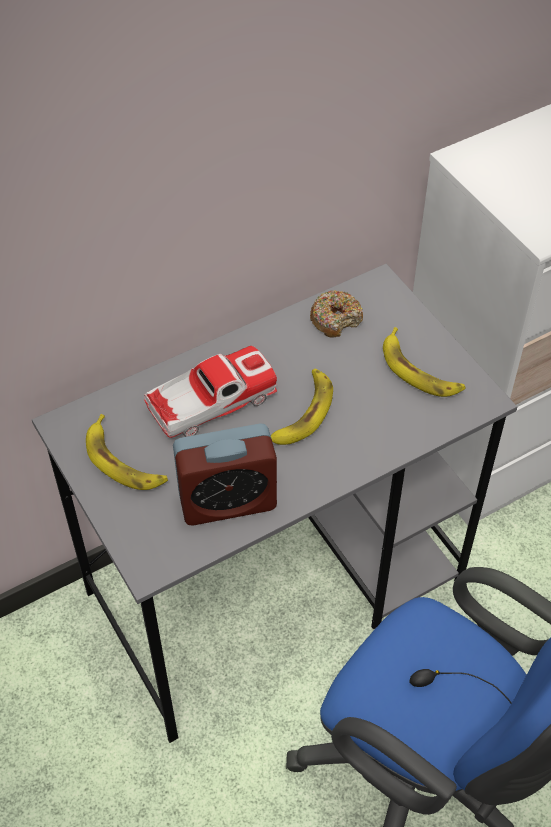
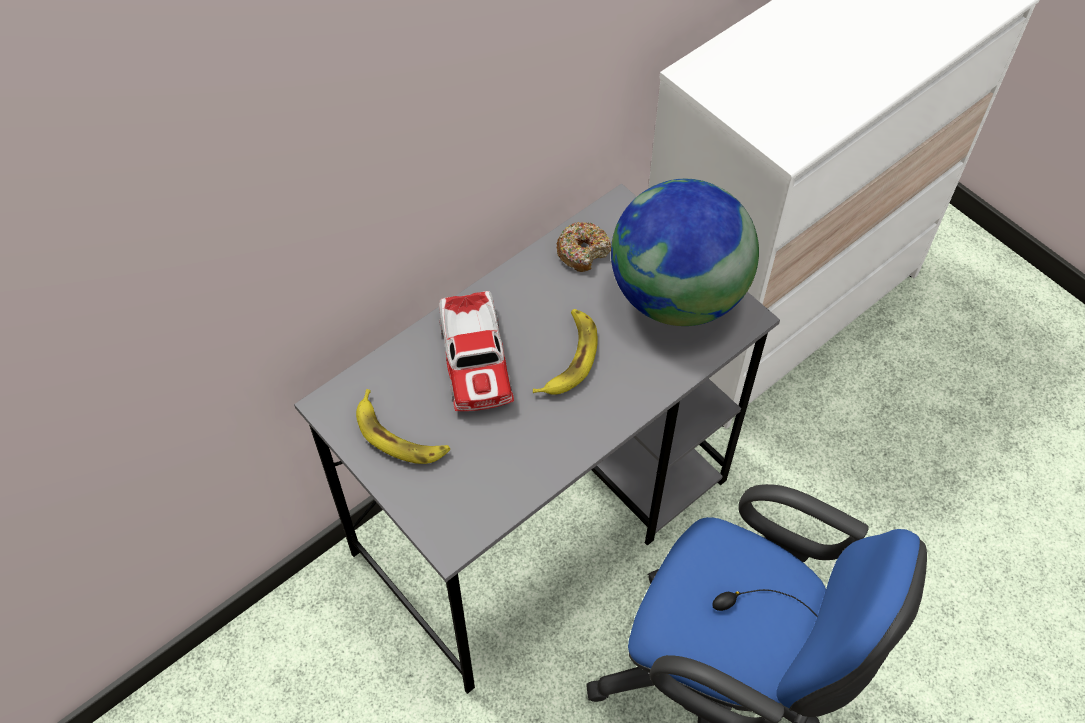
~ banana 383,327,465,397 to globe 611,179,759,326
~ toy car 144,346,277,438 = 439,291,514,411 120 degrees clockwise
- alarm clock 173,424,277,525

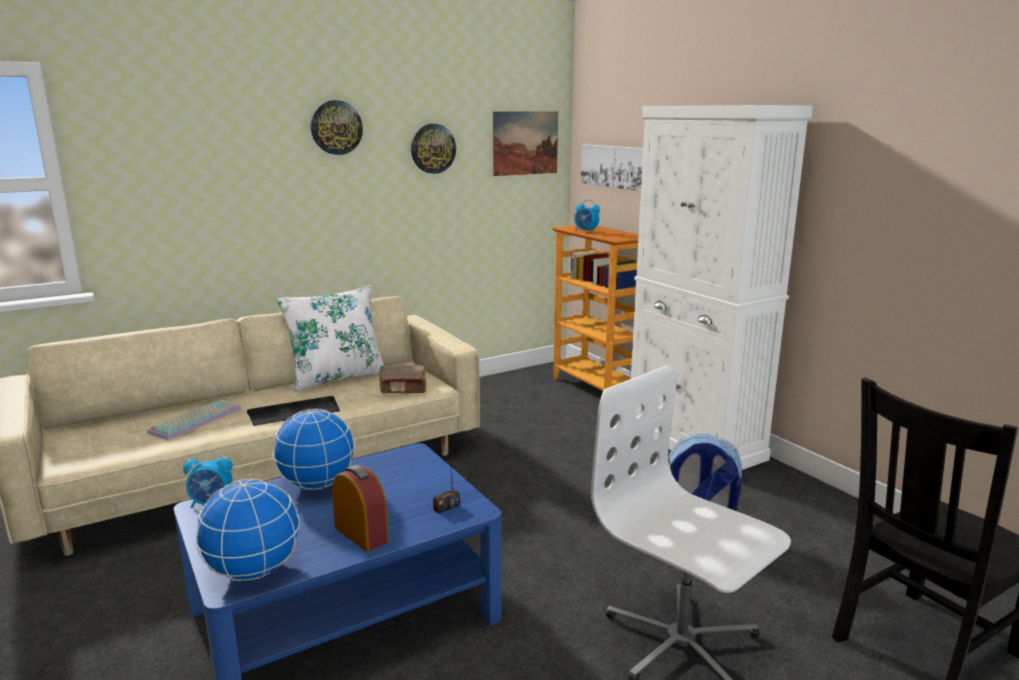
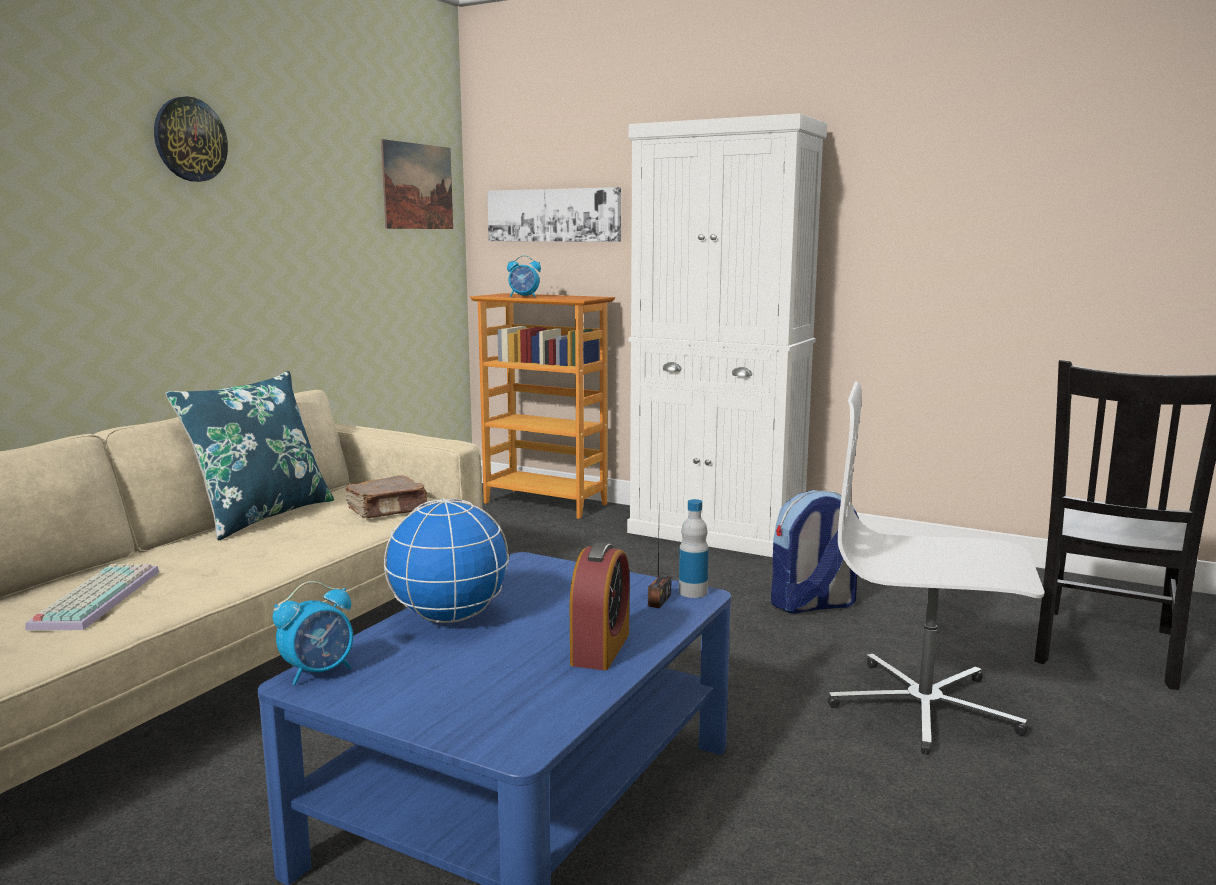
- wall clock 411,124,456,174
~ white pillow 276,285,385,392 to blue pillow 166,371,334,541
- keyboard 247,396,340,426
~ alarm clock 332,465,388,552 = 570,543,629,670 90 degrees clockwise
- globe 195,479,300,581
+ bottle 679,499,709,598

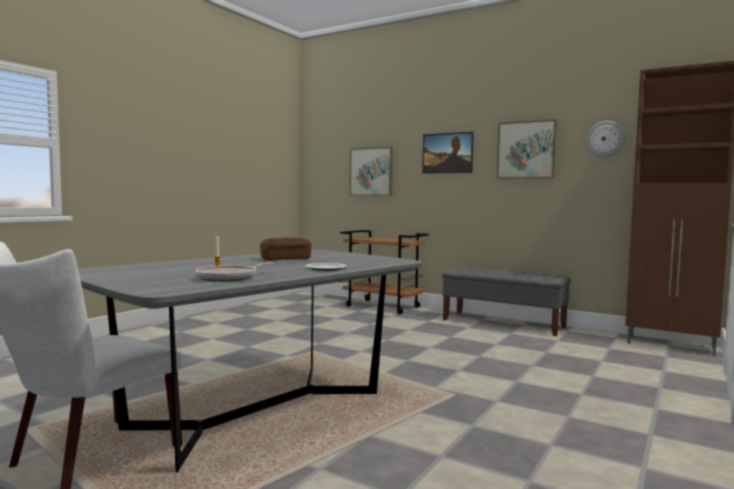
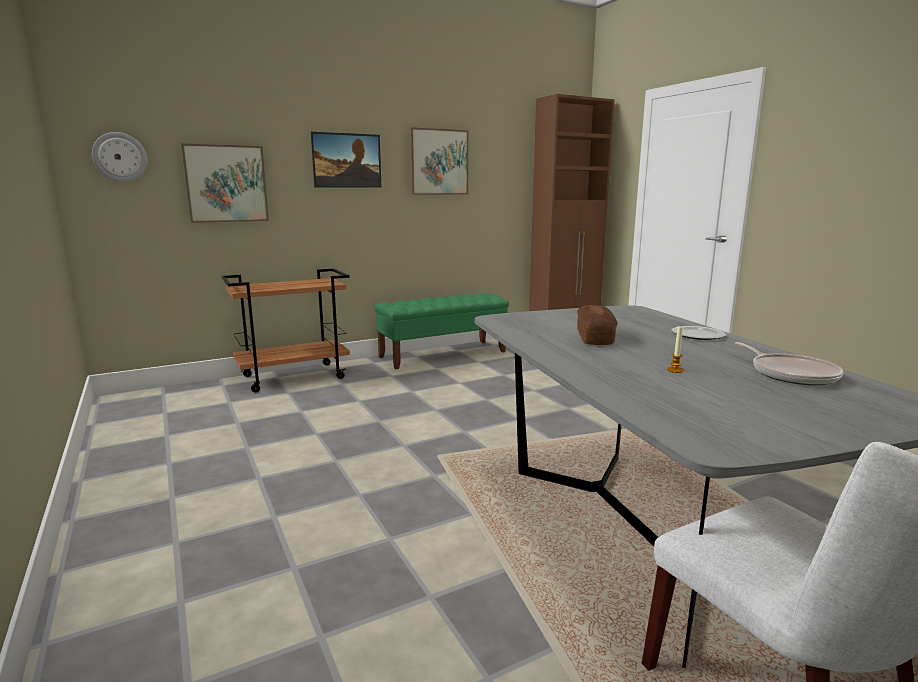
~ wall clock 586,121,625,157 to 92,132,147,182
~ grey bench 442,266,571,336 to green bench 374,293,509,369

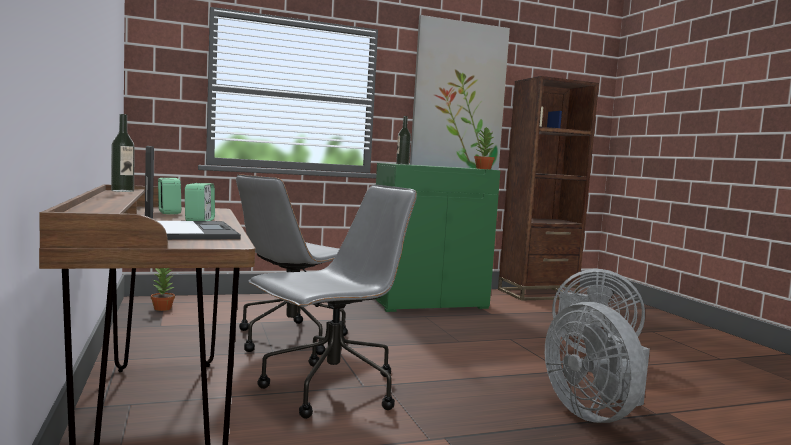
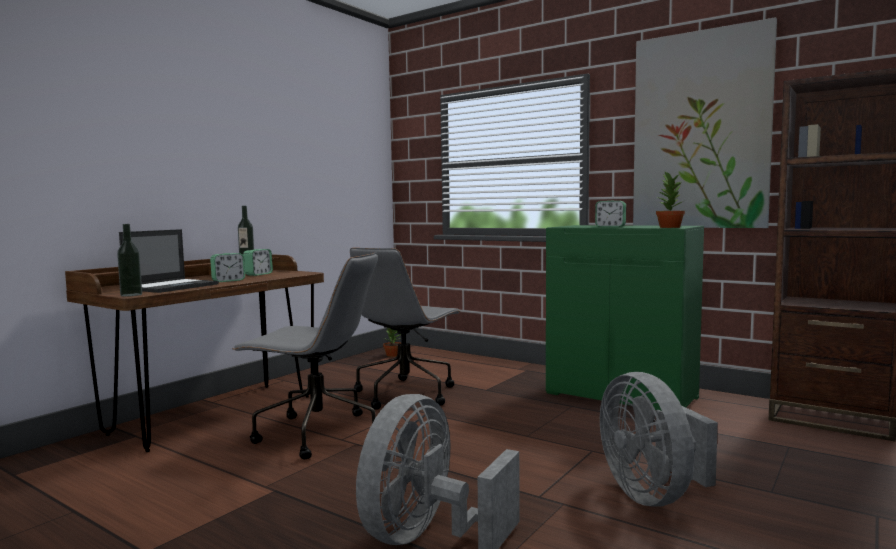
~ bottle 396,116,411,165 to 117,224,142,297
~ grey office chair 236,174,348,355 = 350,248,461,410 60 degrees counterclockwise
+ alarm clock 595,201,626,227

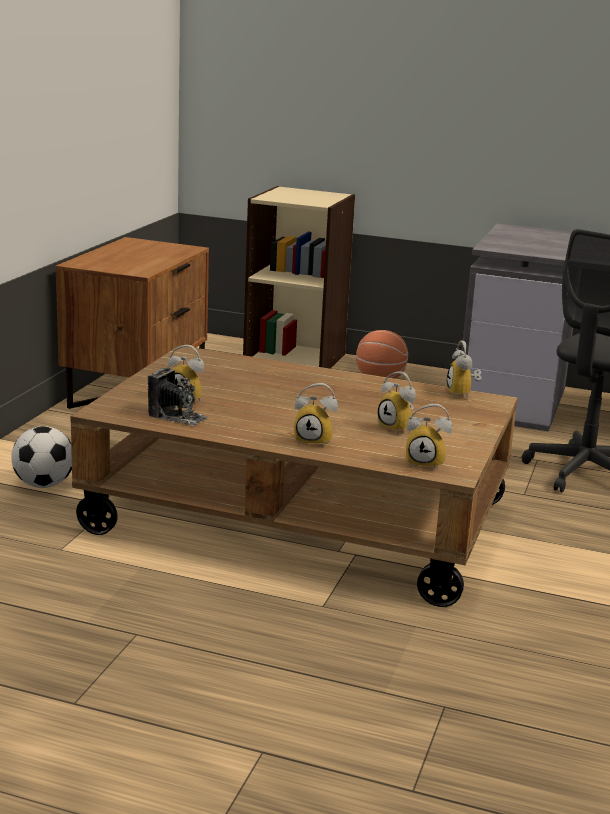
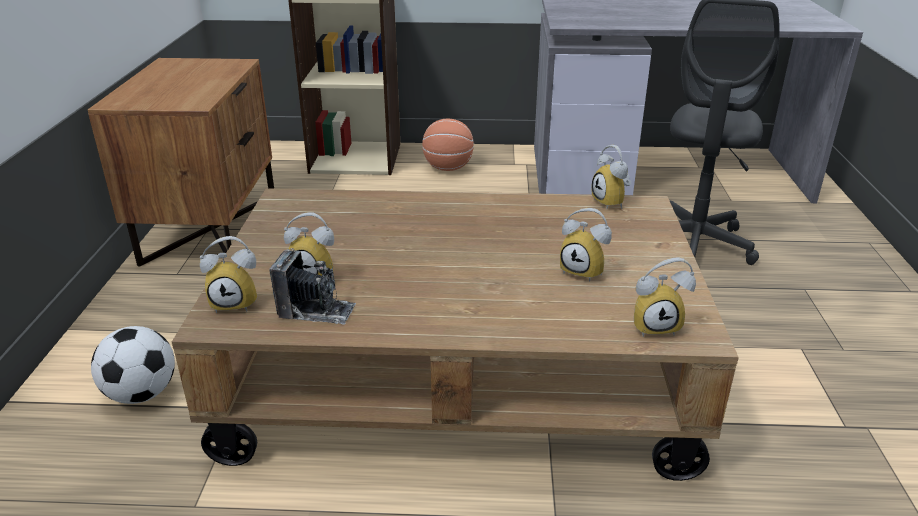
~ alarm clock 294,383,338,448 to 200,236,257,313

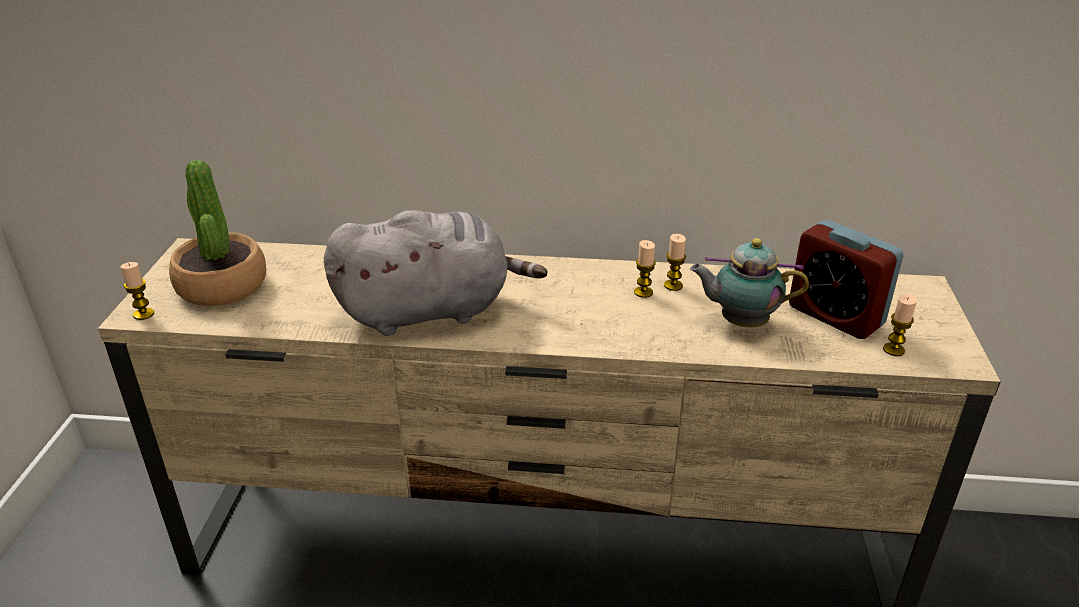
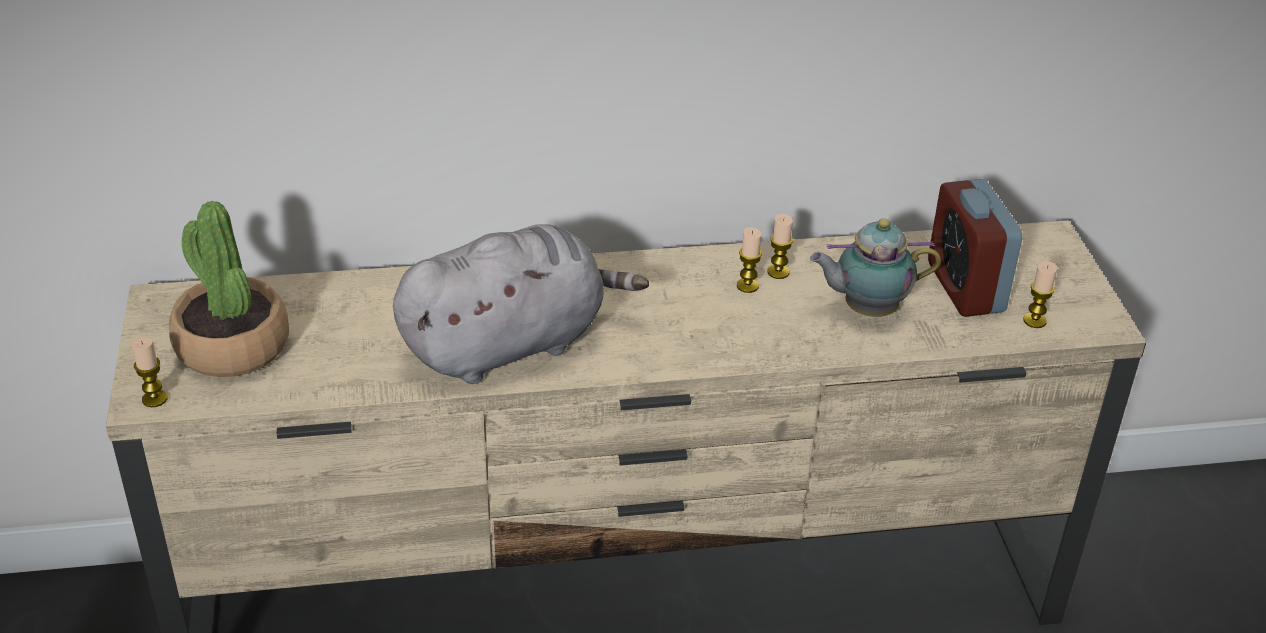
~ alarm clock 789,220,904,339 = 928,179,1022,317 45 degrees clockwise

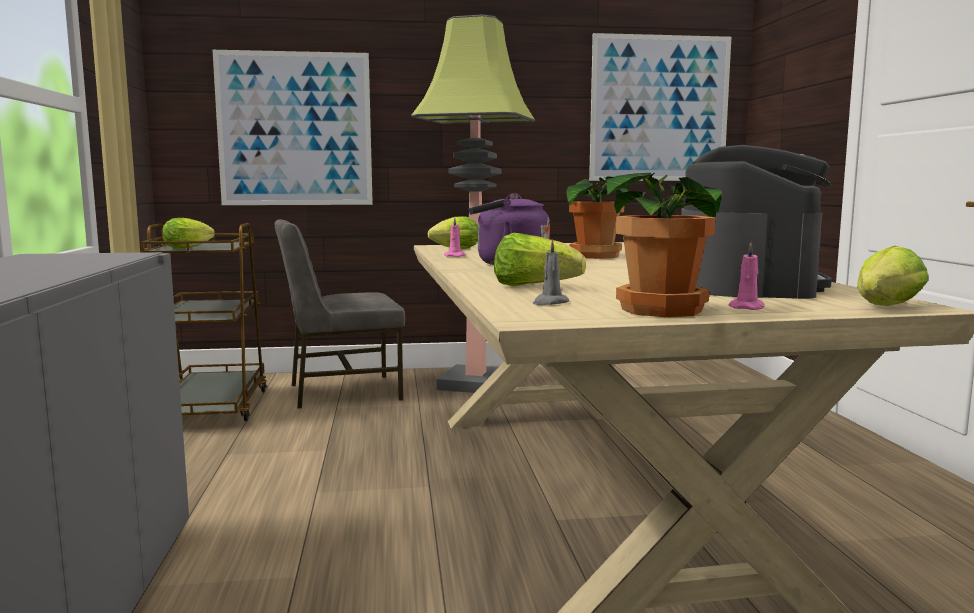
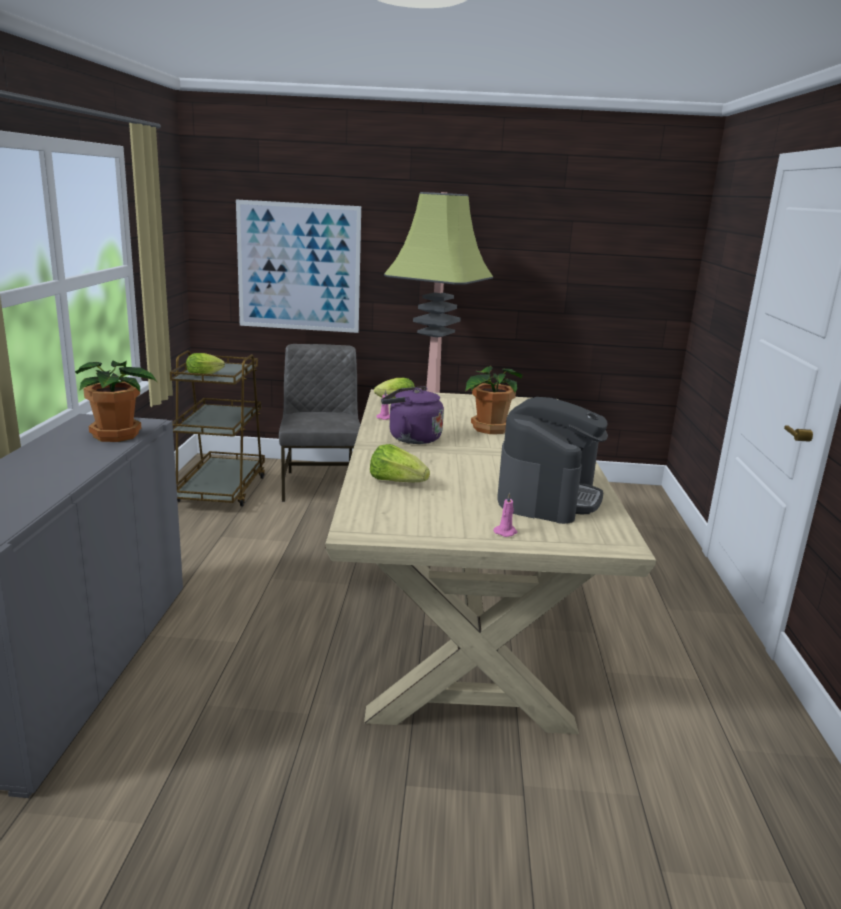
- picture 589,33,731,181
~ potted plant 606,173,722,317 to 75,360,158,442
~ grey chair 275,220,406,409 = 279,344,360,502 90 degrees clockwise
- grey candle 533,239,569,305
- lettuce 857,246,929,306

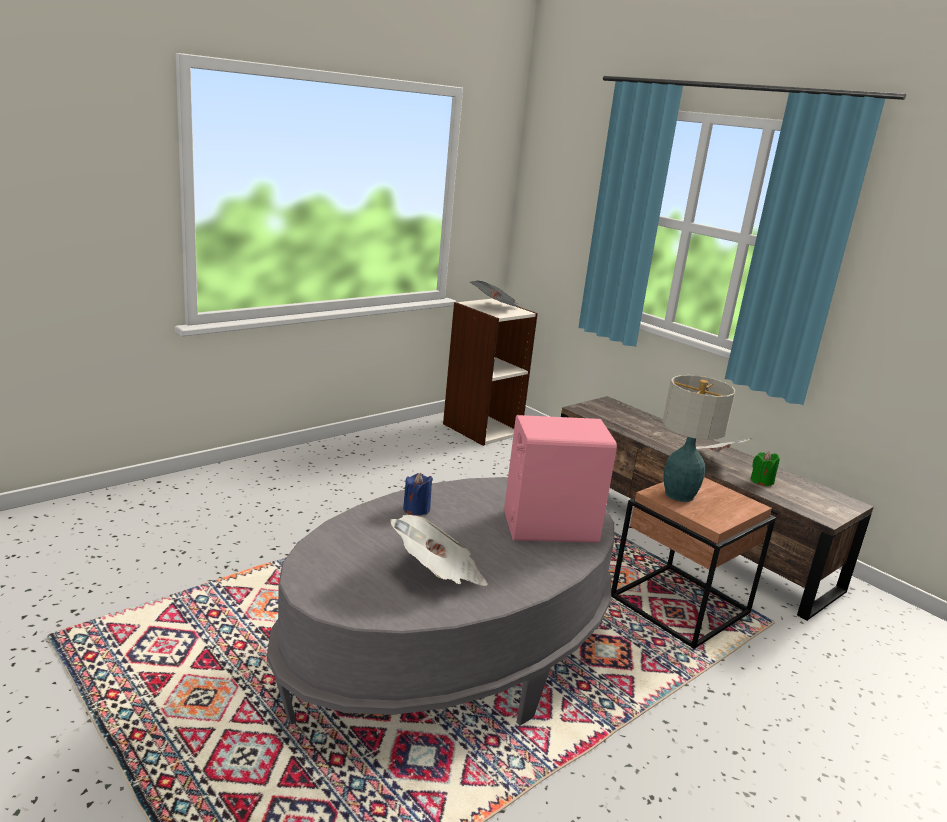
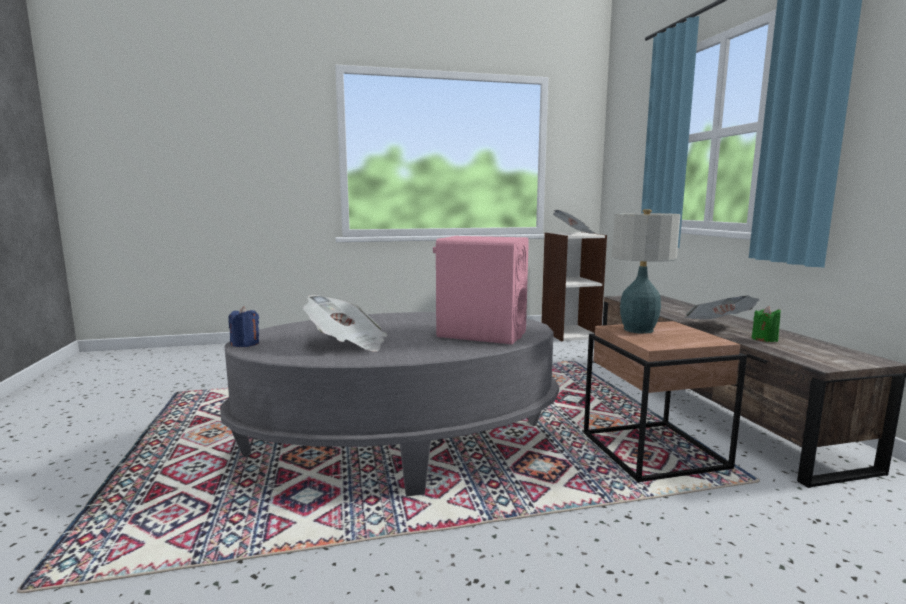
~ blue candle 403,473,433,515 to 228,306,259,347

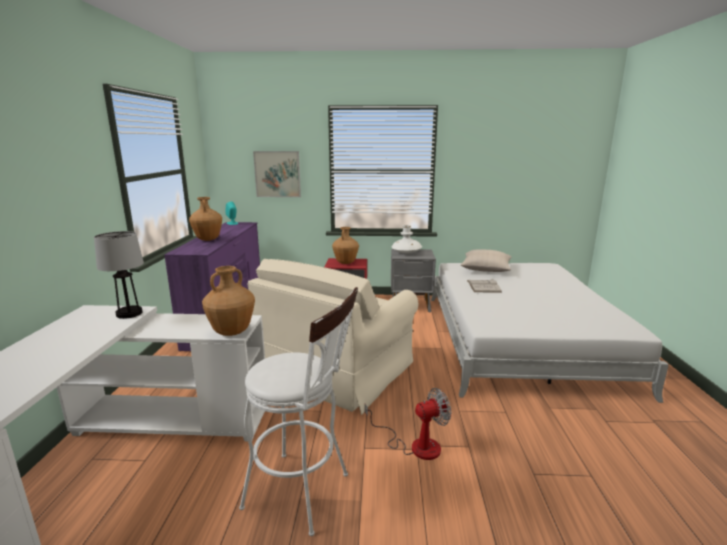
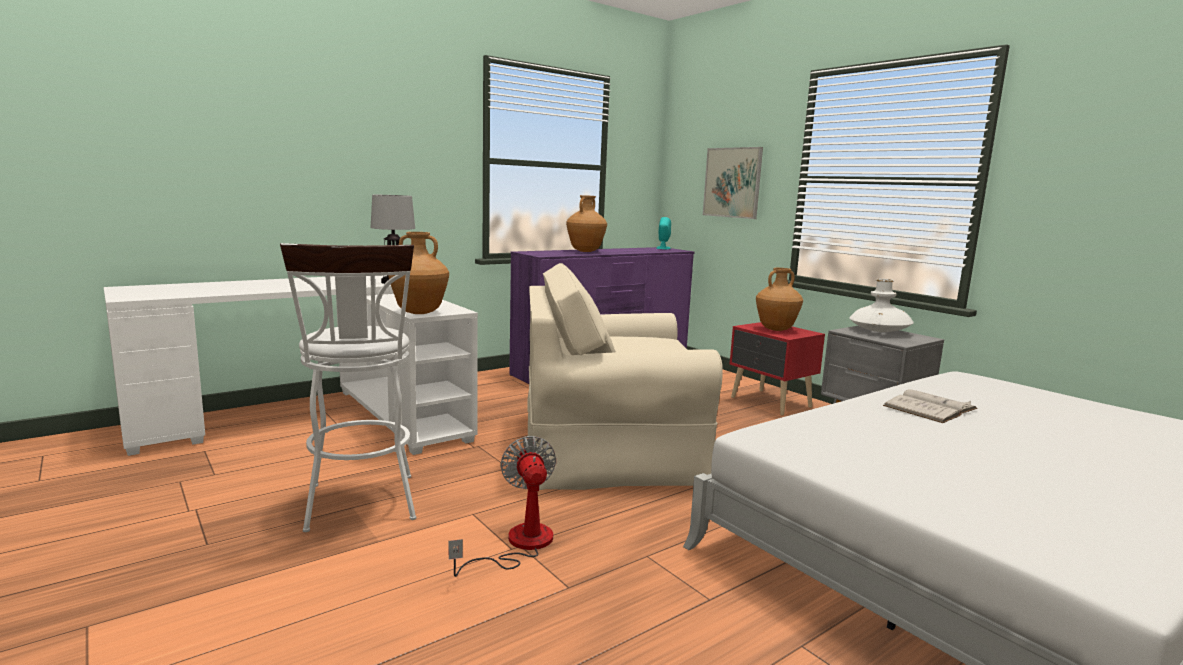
- beige pillow 460,249,512,272
~ fan 365,388,451,460 = 449,436,556,577 135 degrees counterclockwise

